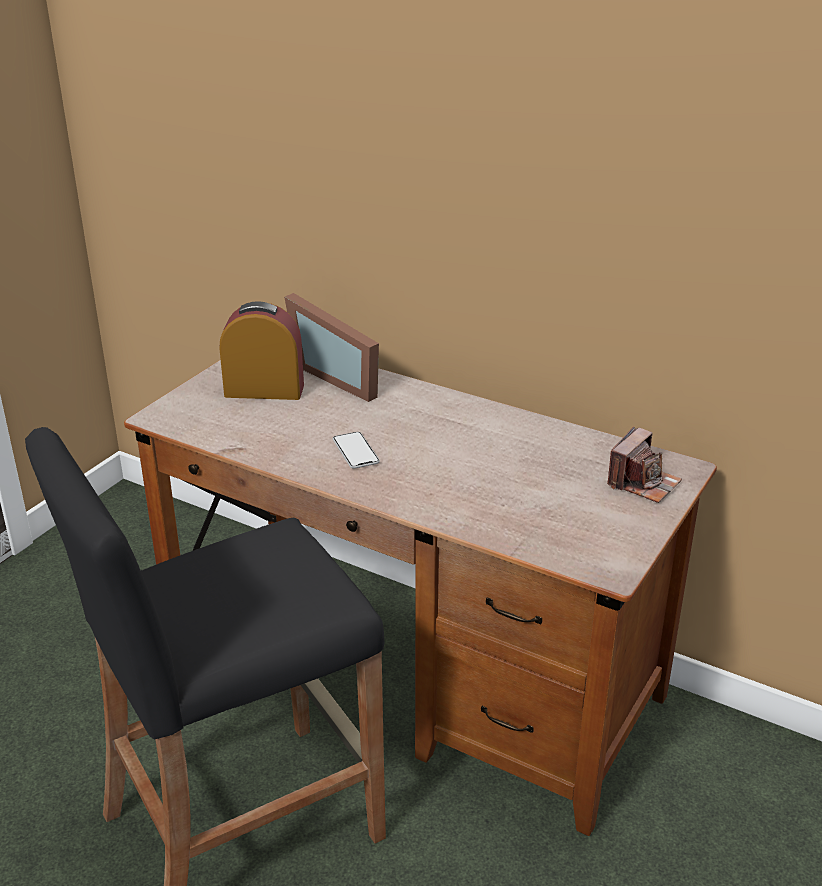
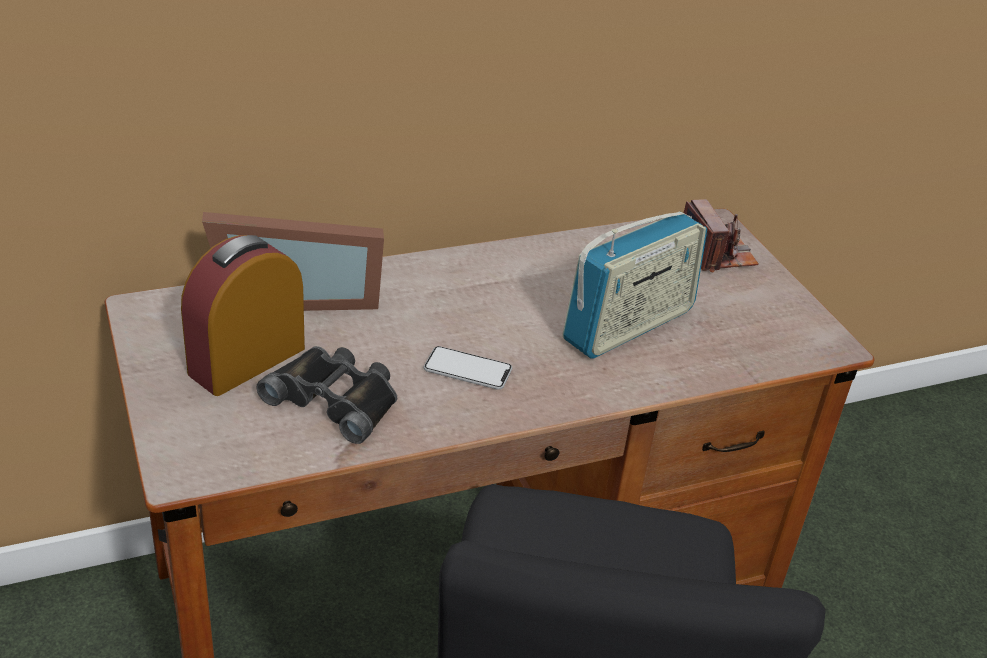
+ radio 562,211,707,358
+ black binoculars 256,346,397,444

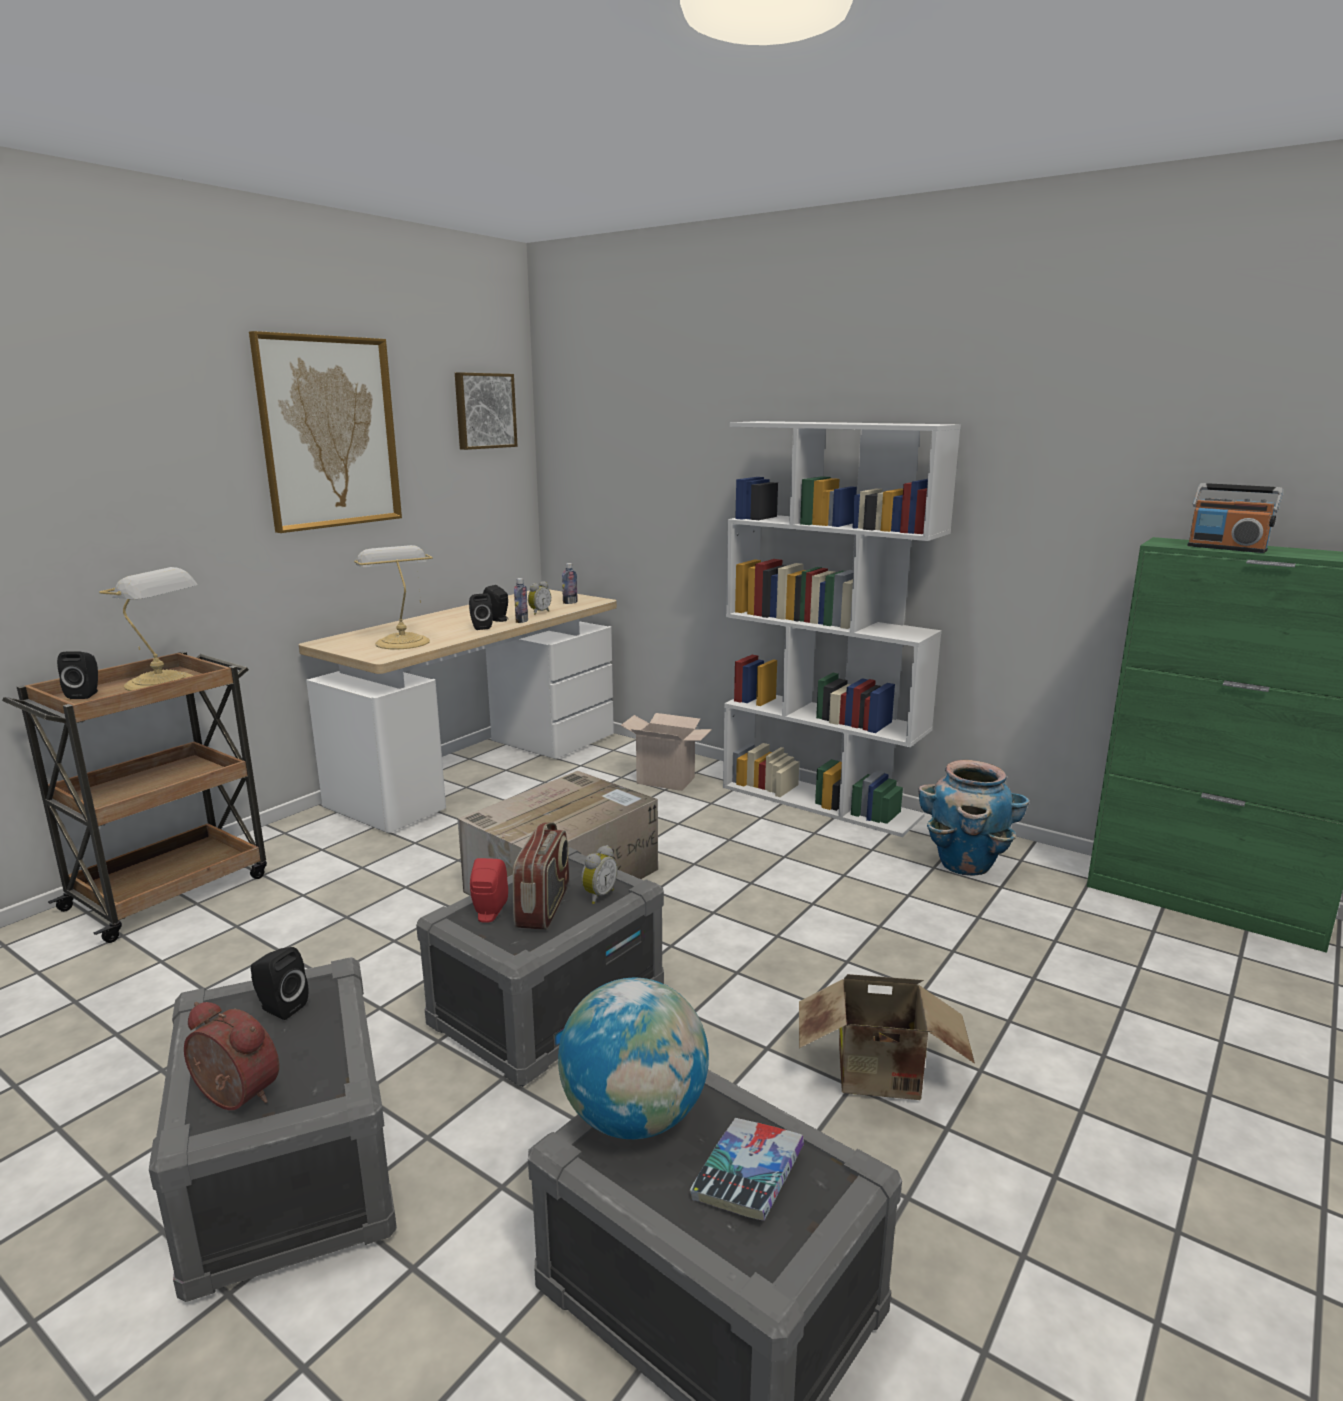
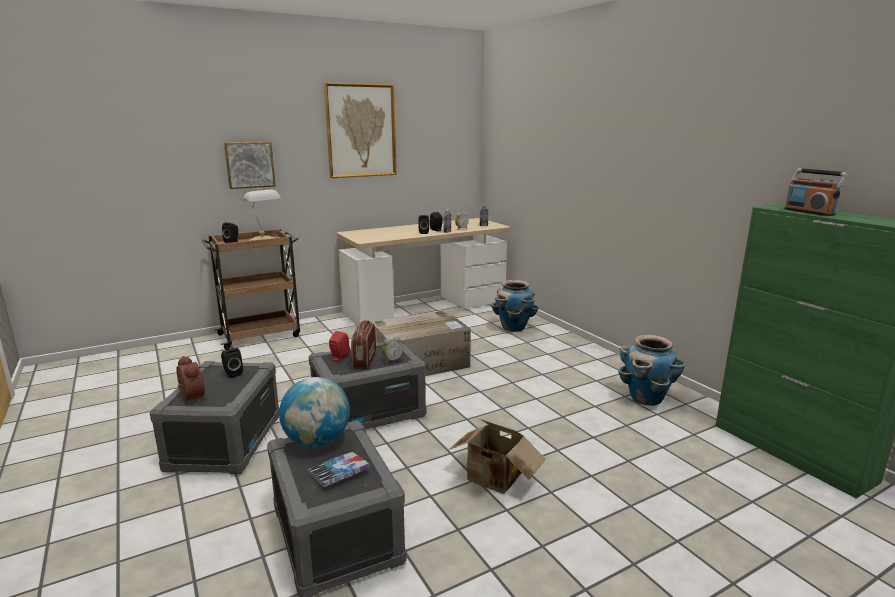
~ picture 455,372,518,450 to 224,142,276,189
- white bookcase 723,421,961,837
- table lamp 354,545,433,650
~ cardboard box 620,713,712,791 to planter 491,280,539,332
~ radio 513,822,569,930 = 351,320,376,369 150 degrees clockwise

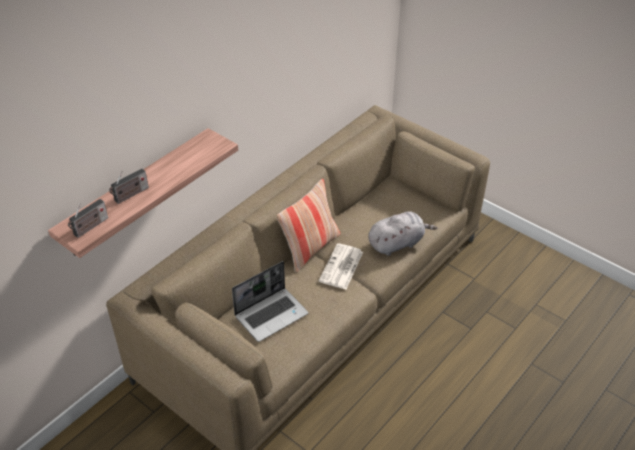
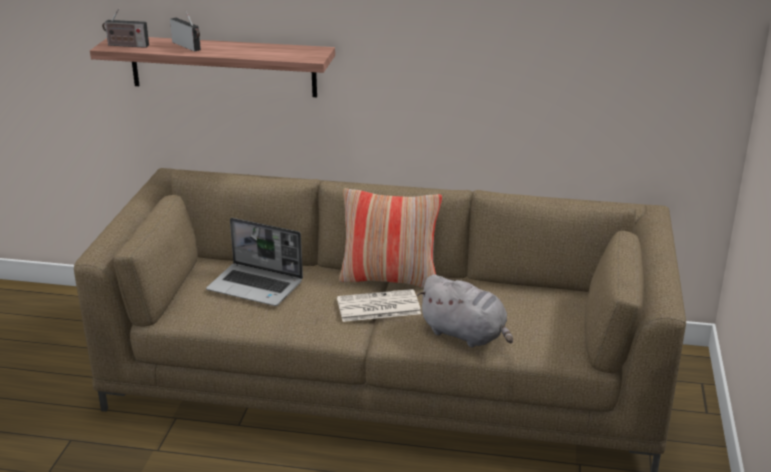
~ radio 109,169,149,204 = 170,11,201,52 150 degrees counterclockwise

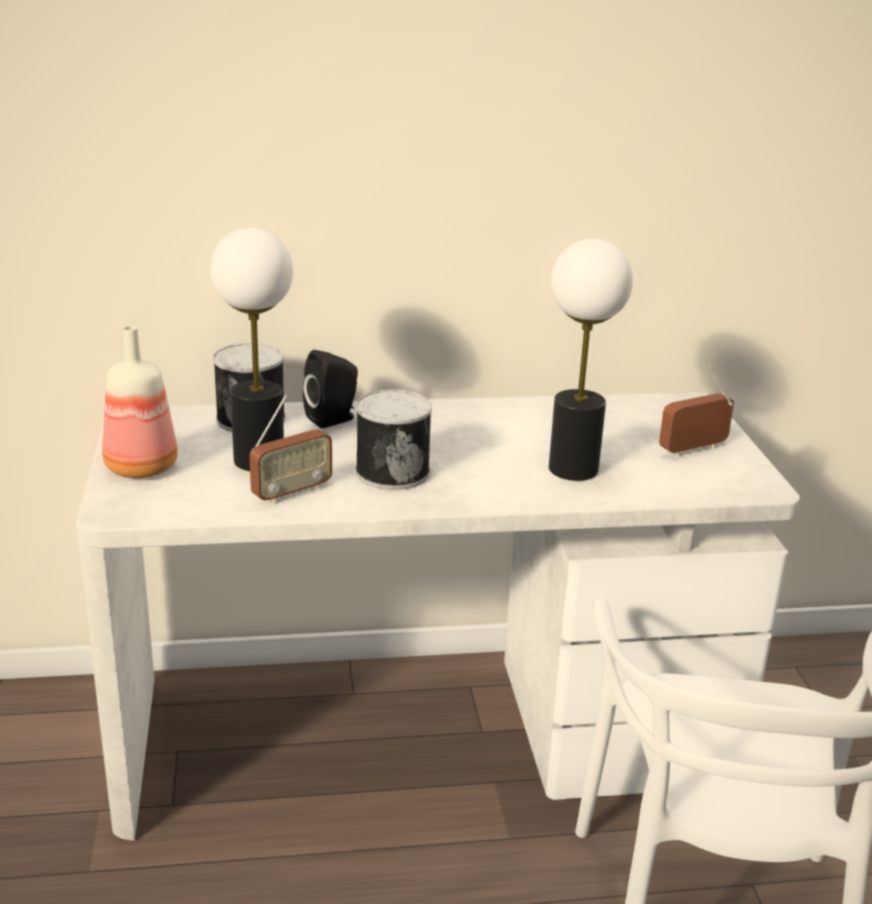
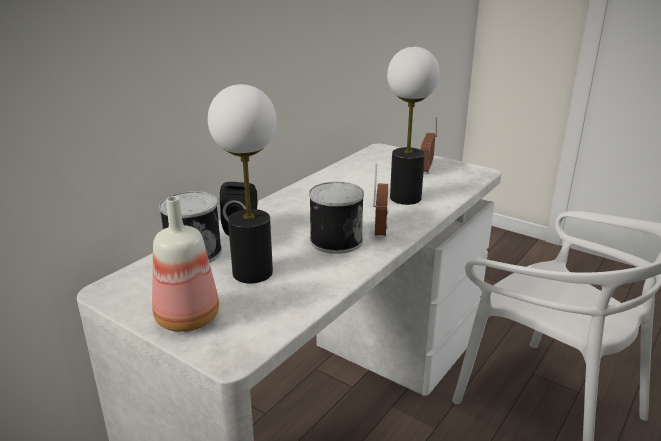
~ radio 249,395,332,504 to 373,164,388,237

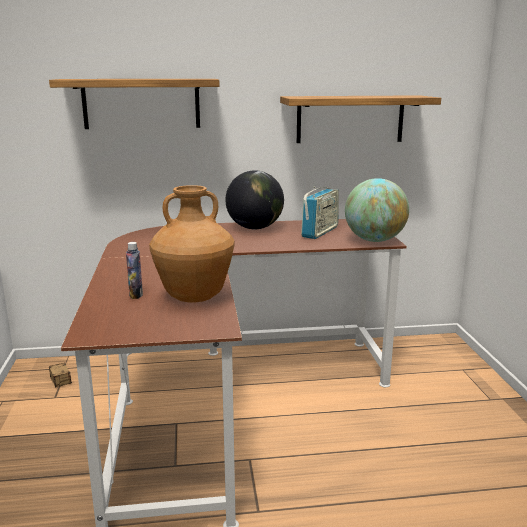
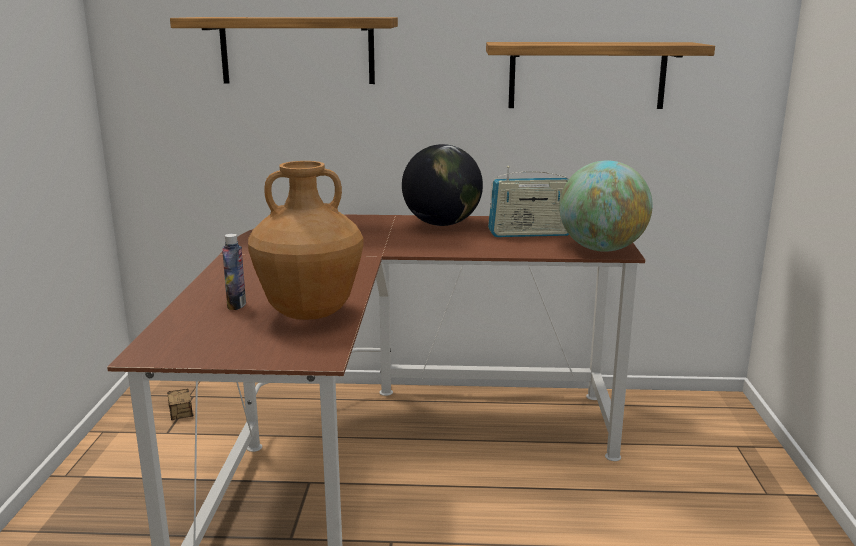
~ radio 301,187,339,239 = 488,166,569,237 45 degrees clockwise

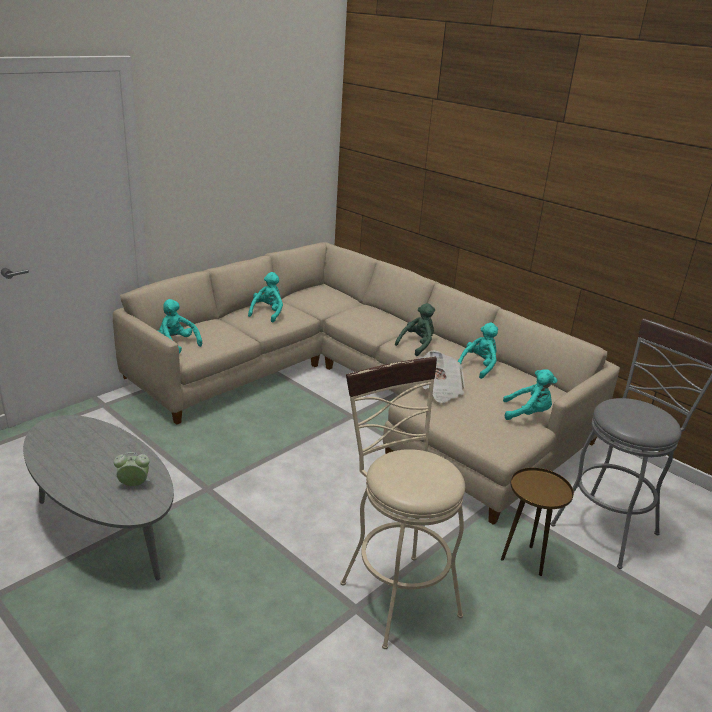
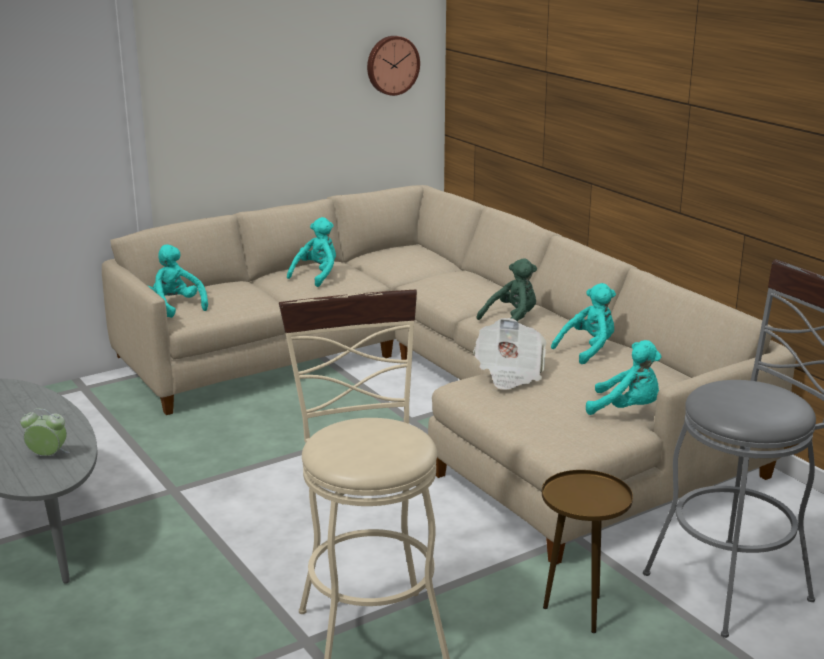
+ wall clock 367,36,420,96

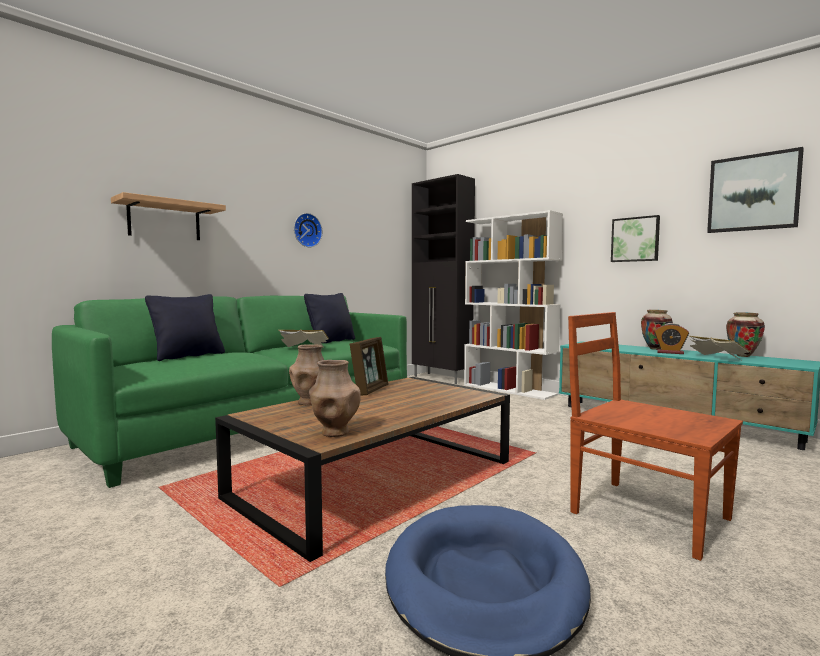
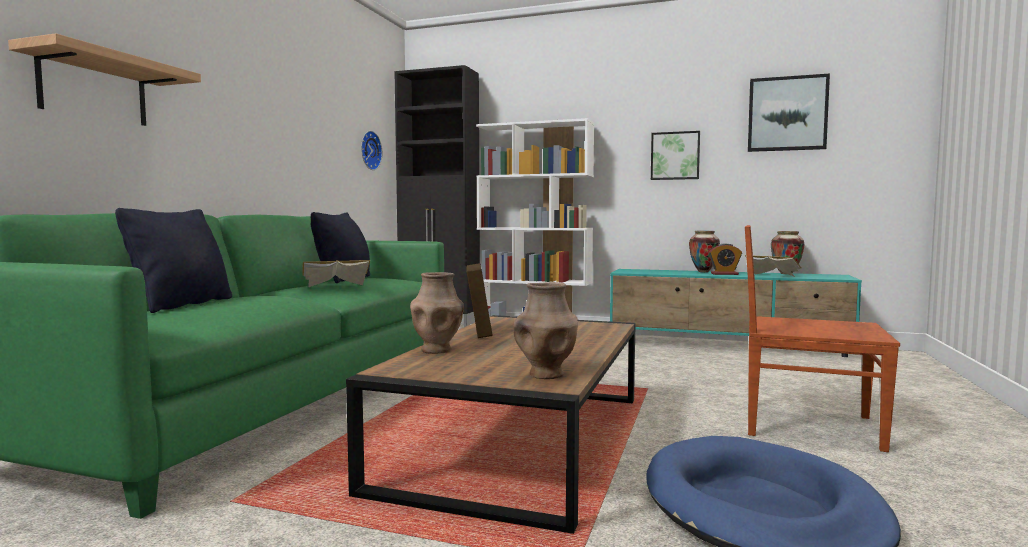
~ wall clock 294,213,322,247 to 361,131,383,170

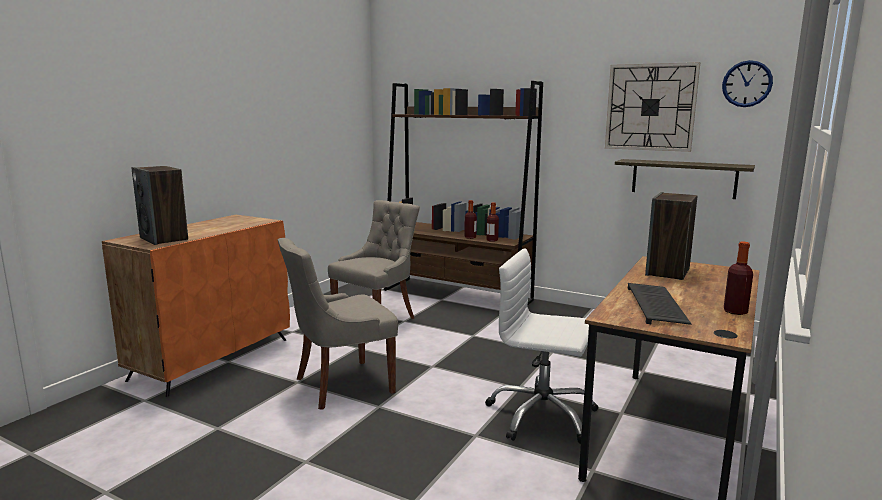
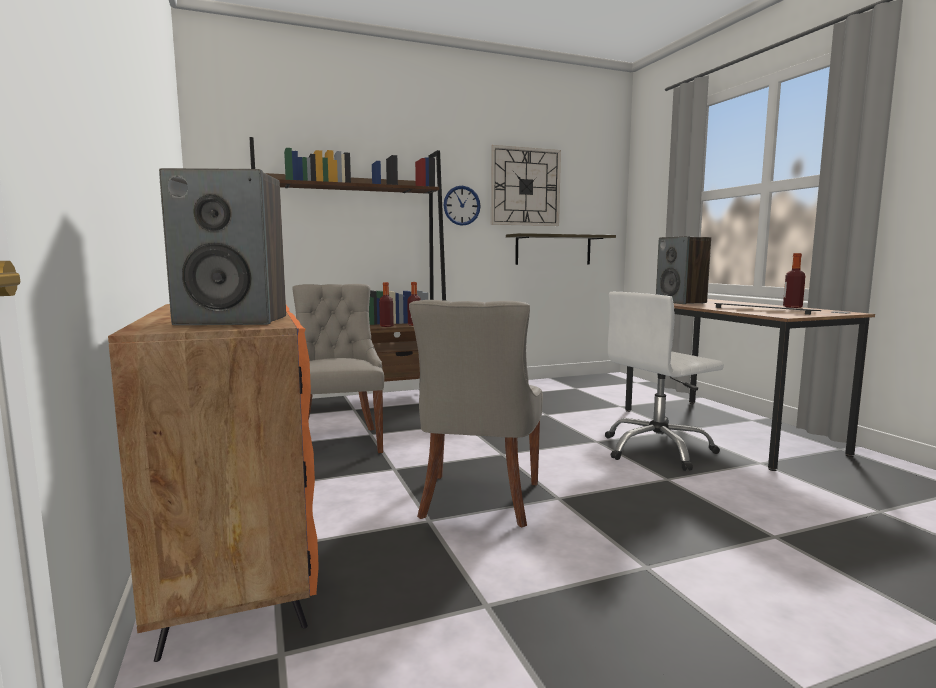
~ wall clock 722,60,773,107 to 444,186,481,226

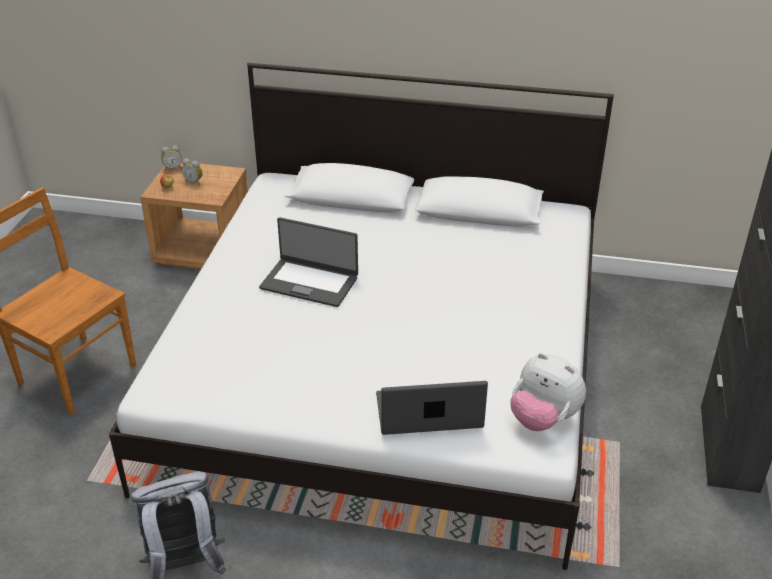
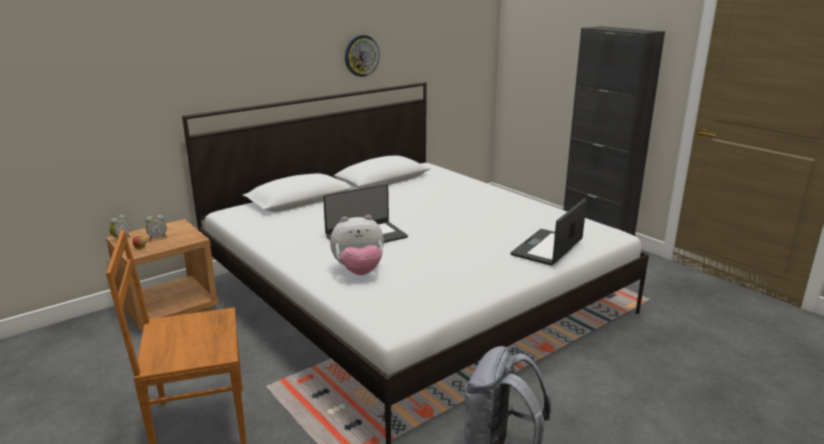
~ plush toy 510,353,586,431 to 330,215,384,275
+ wall clock 345,35,380,77

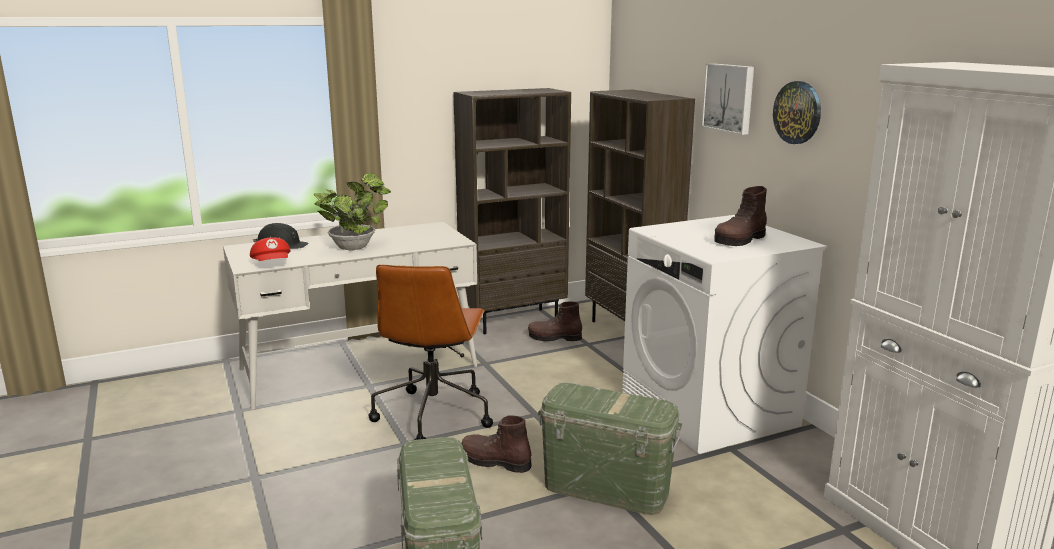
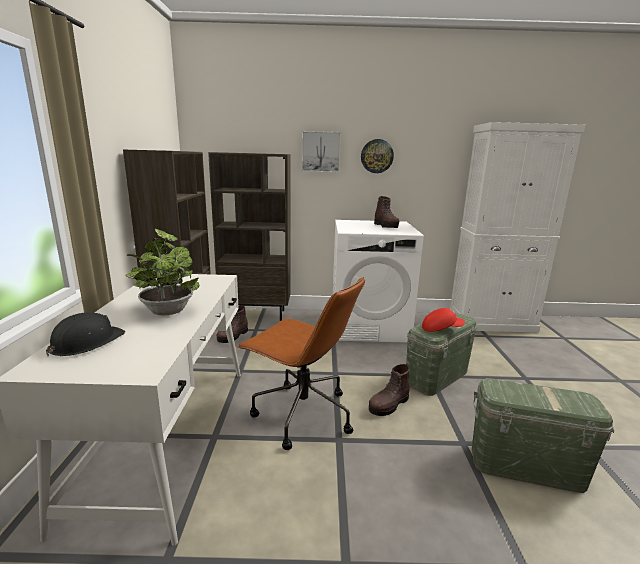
~ red cap 250,237,291,261 to 422,308,465,332

